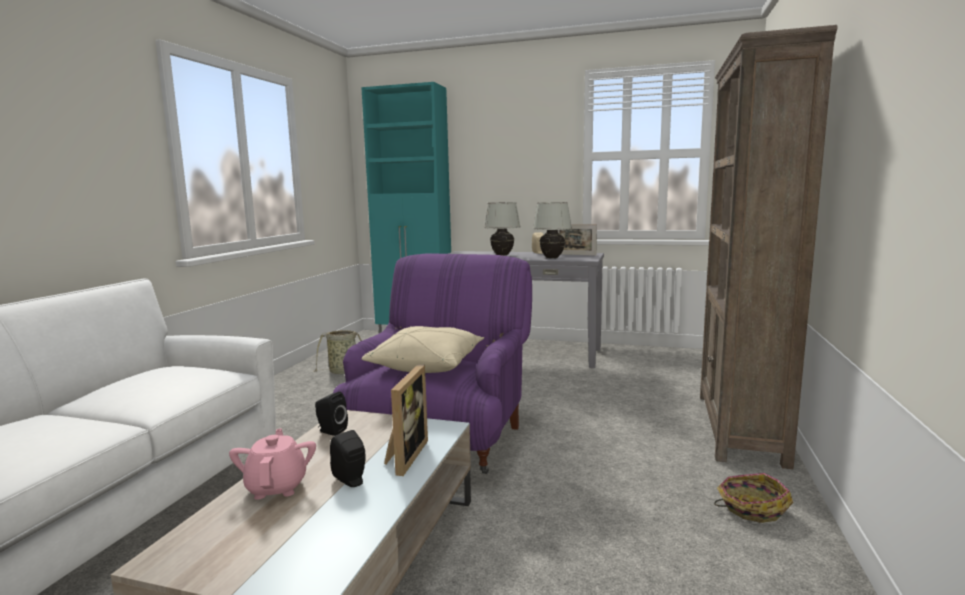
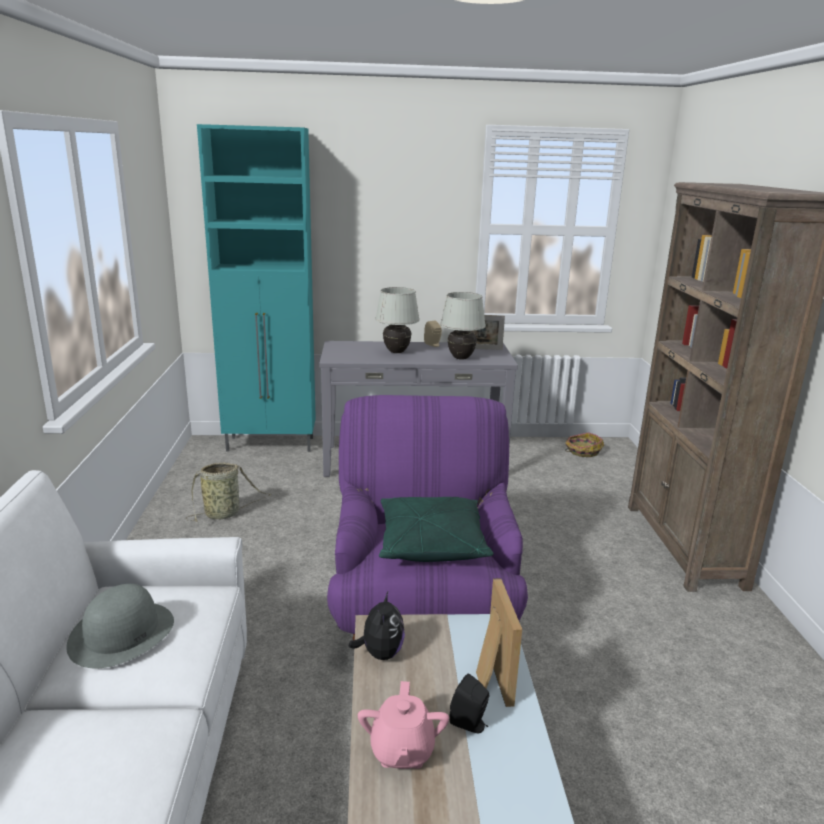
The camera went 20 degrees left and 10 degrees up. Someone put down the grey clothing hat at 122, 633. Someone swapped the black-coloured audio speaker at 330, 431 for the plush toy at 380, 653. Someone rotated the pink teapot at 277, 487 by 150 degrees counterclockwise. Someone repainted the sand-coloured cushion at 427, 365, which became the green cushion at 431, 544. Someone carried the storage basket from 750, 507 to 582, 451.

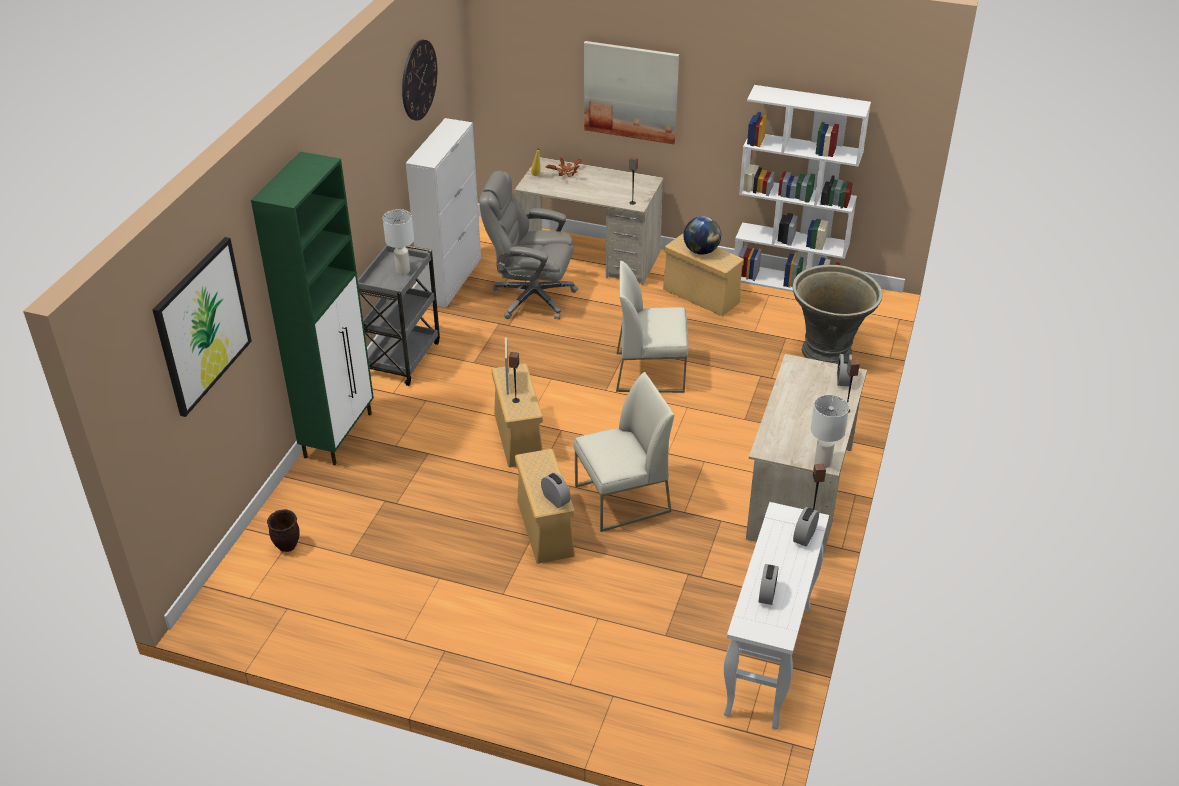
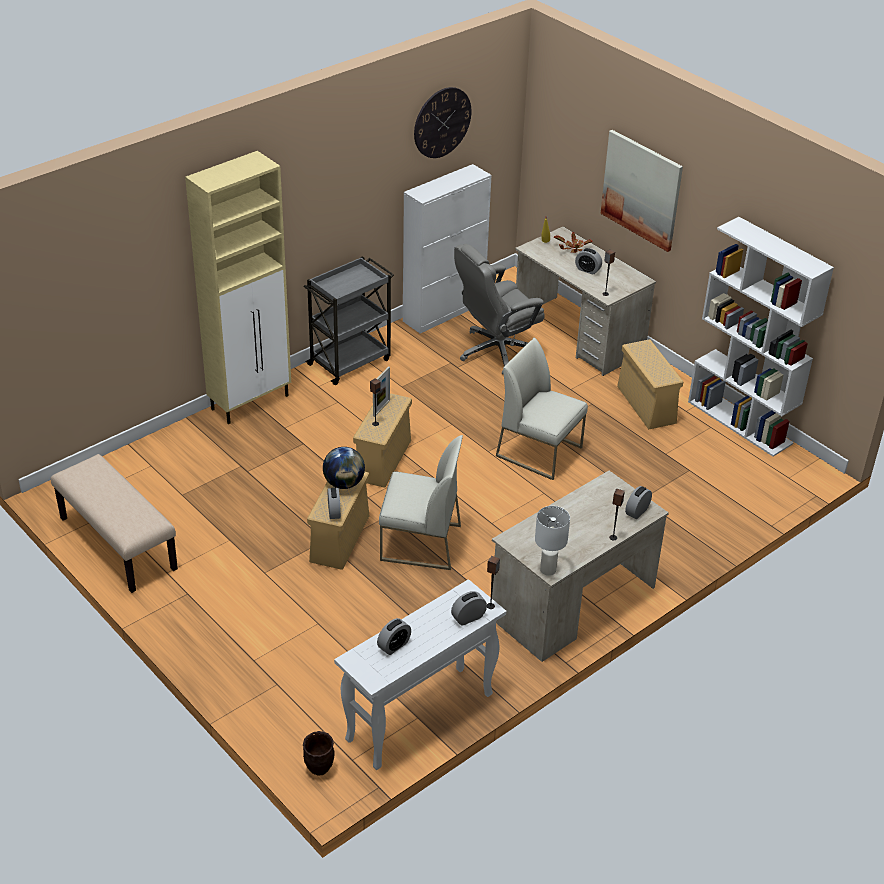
The camera went 30 degrees right and 0 degrees up. Someone put down the sand-coloured bench at 117, 544. Someone repainted the green storage cabinet at 339, 434, which became the sand-coloured storage cabinet at 251, 402. Someone carried the brownish plant pot from 286, 546 to 318, 768. Someone carried the desk globe from 701, 251 to 344, 483. Someone rotated the grey desk chair at 531, 297 by 75 degrees counterclockwise. Someone put down the bedside clock at 587, 270. Someone took away the wall art at 202, 325. Someone took away the white-coloured lamp for a table at 402, 270. Someone took away the grey plant pot at 828, 352.

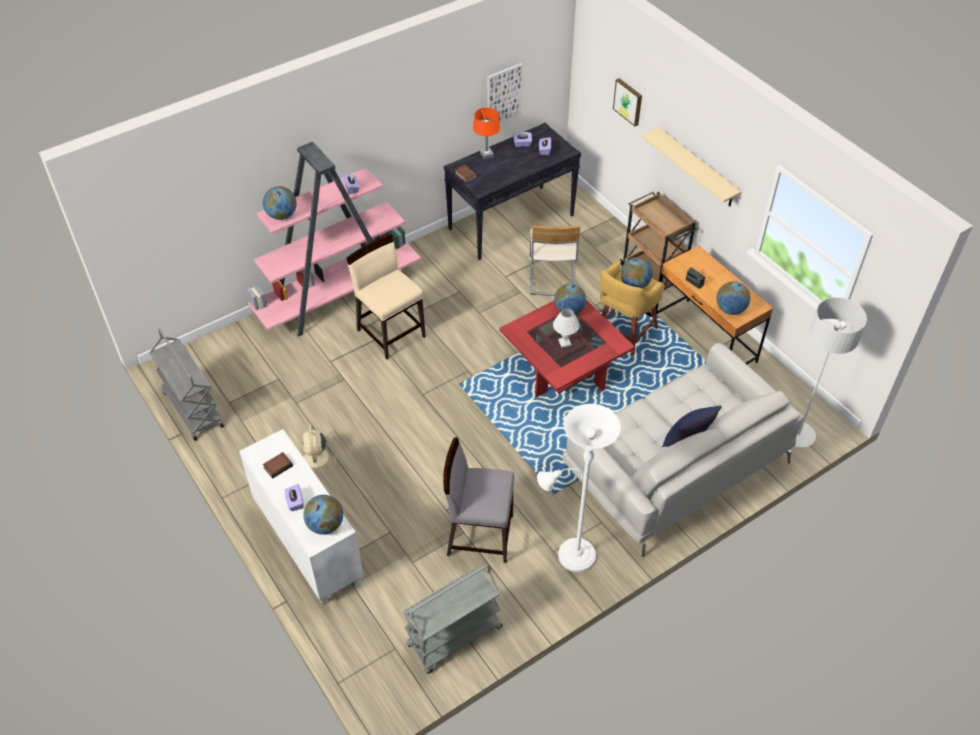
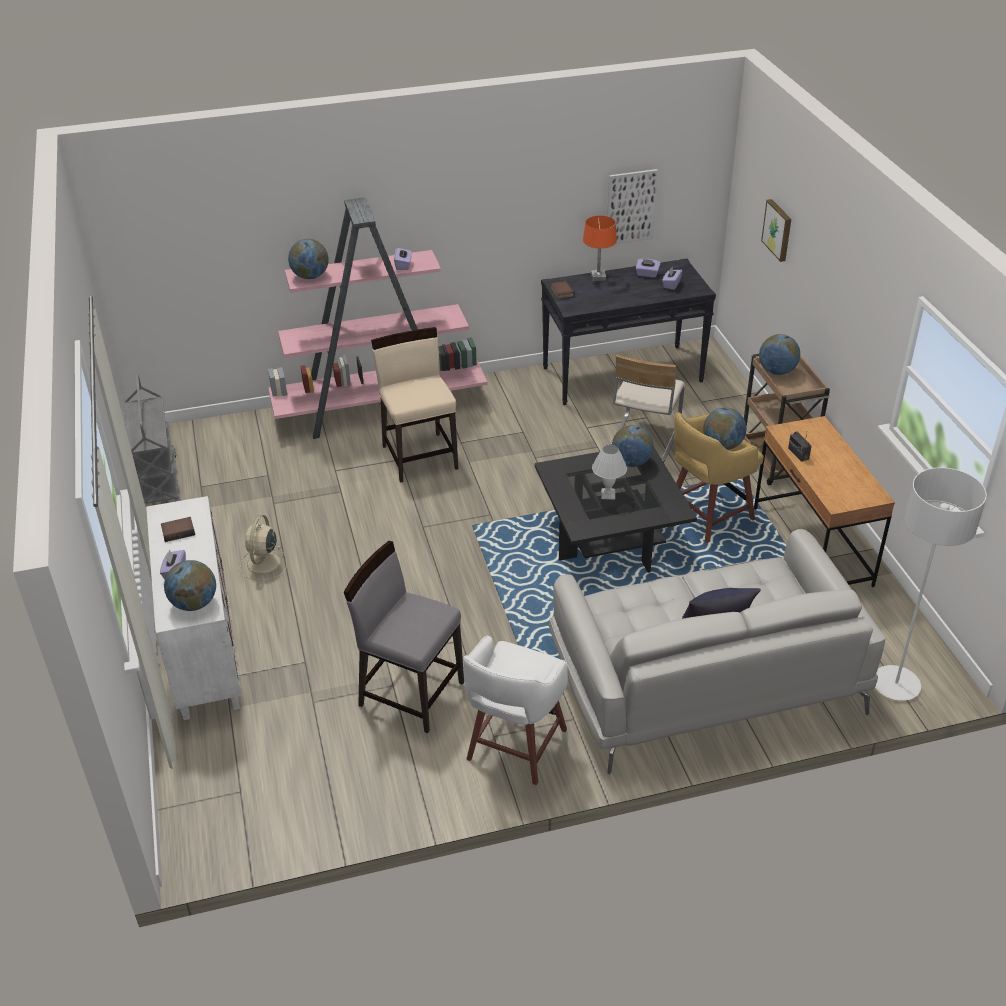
The camera went 20 degrees right and 10 degrees down. Someone swapped the white-coloured standing lamp at 571, 555 for the white-coloured stool seat at 515, 747. Someone repainted the red-coloured coffee table at 564, 368, which became the black-coloured coffee table at 610, 537. Someone carried the desk globe from 730, 309 to 777, 371. Someone took away the grey trolley at 454, 637. Someone took away the sand-coloured shelf at 697, 168.

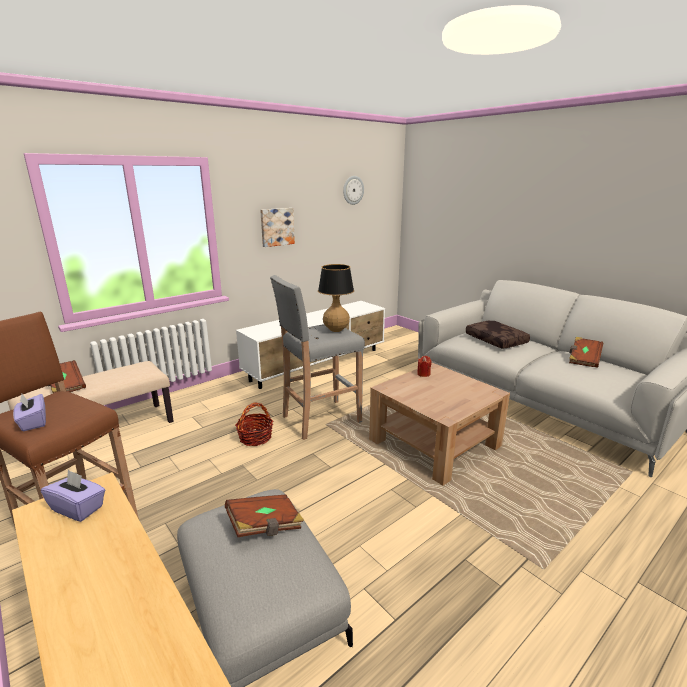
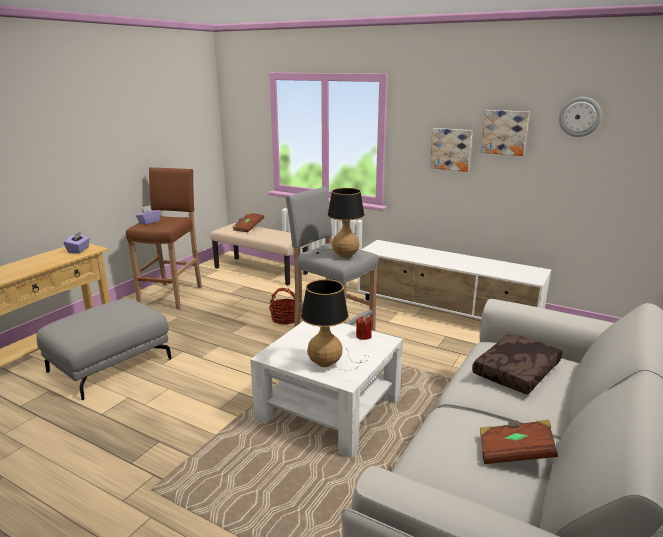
The camera went 70 degrees right and 0 degrees up. Someone repainted the brownish coffee table at 434, 443, which became the white-coloured coffee table at 329, 408. Someone put down the lamp for a table at 330, 362. Someone put up the wall art at 505, 132. Someone took away the brownish volume at 265, 526.

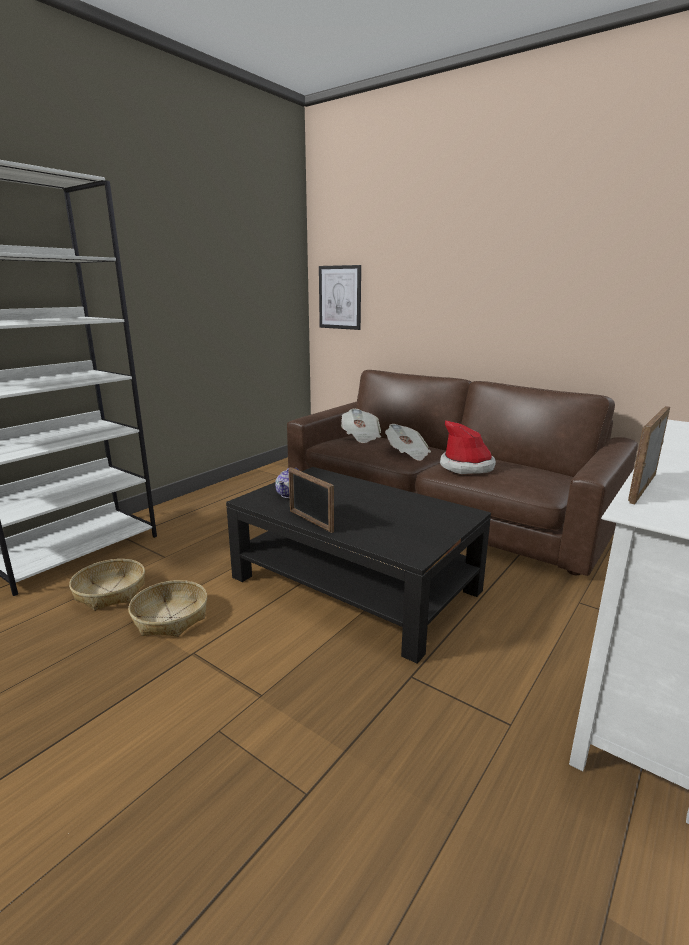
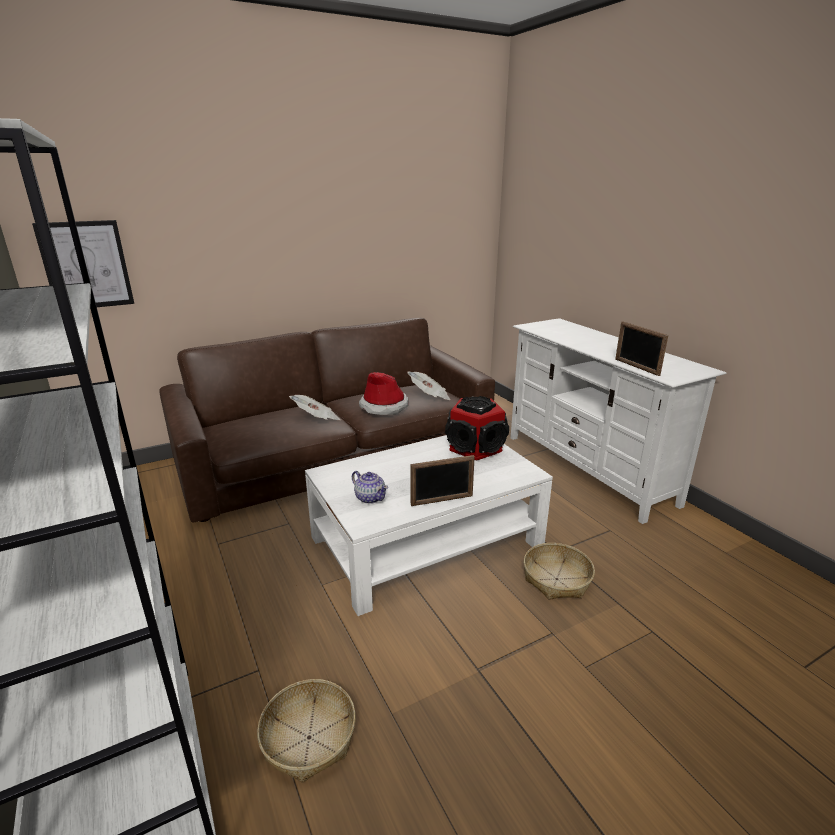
The camera went 65 degrees left and 5 degrees up. Someone repainted the black-coloured coffee table at 355, 584, which became the white-coloured coffee table at 427, 540. Someone carried the daily paper from 361, 437 to 429, 396. Someone put down the audio speaker at 476, 448. Someone carried the storage basket from 170, 617 to 556, 579.

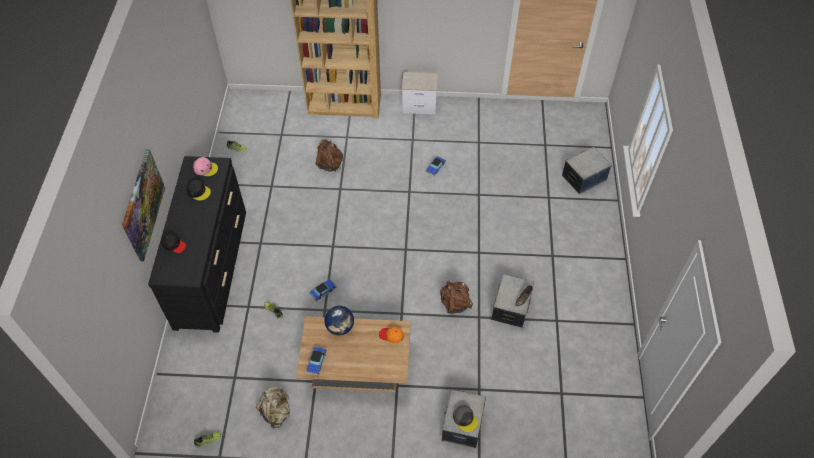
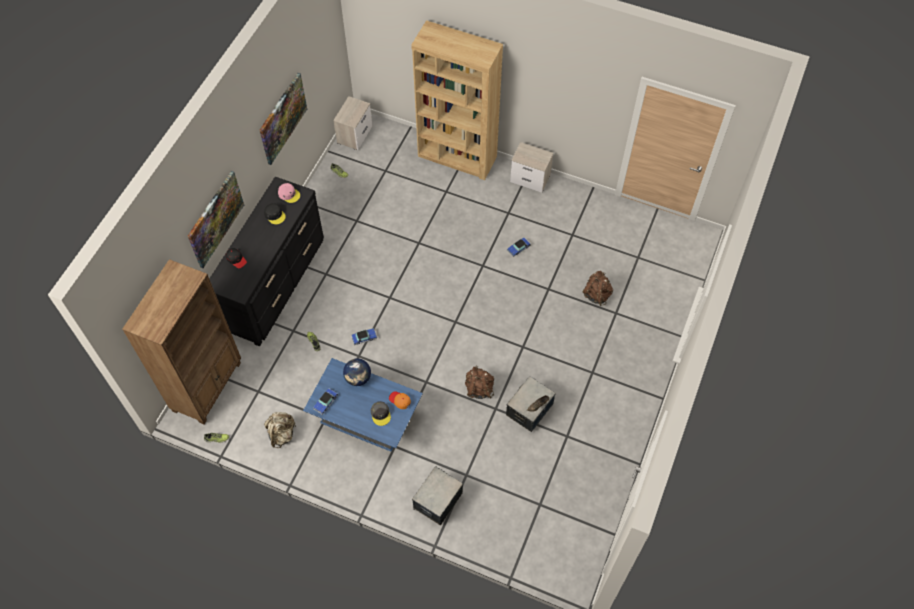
The camera went 20 degrees right and 5 degrees up. Someone put down the brownish shelving unit at 208, 386. Someone put up the wall art at 282, 118. Someone repainted the brownish coffee table at 357, 367, which became the blue coffee table at 367, 418. Someone put down the nightstand at 355, 134. Someone carried the grey peaked cap from 465, 419 to 381, 414. Someone carried the brownish rucksack from 330, 164 to 597, 294. Someone took away the storage bin at 584, 178.

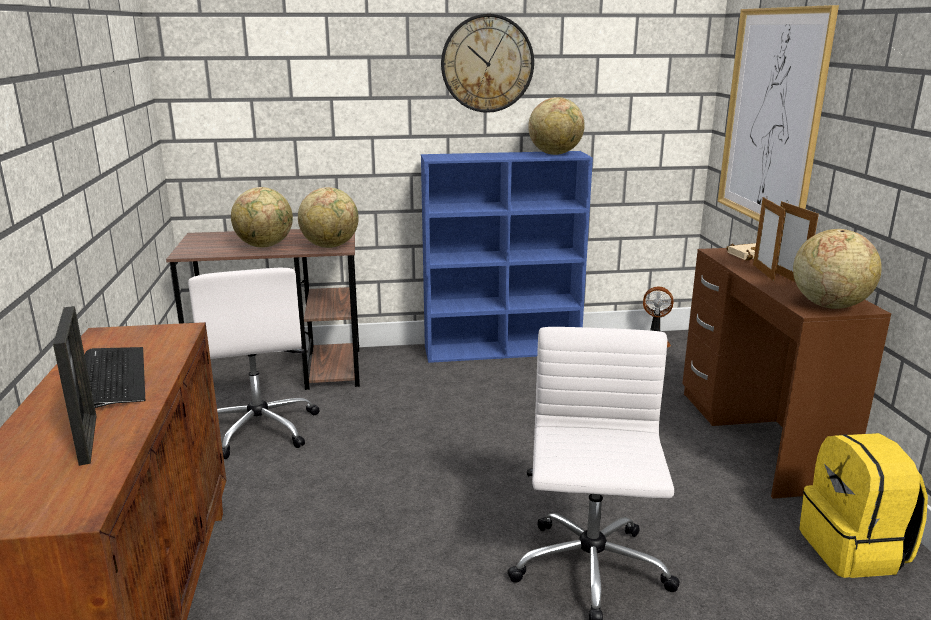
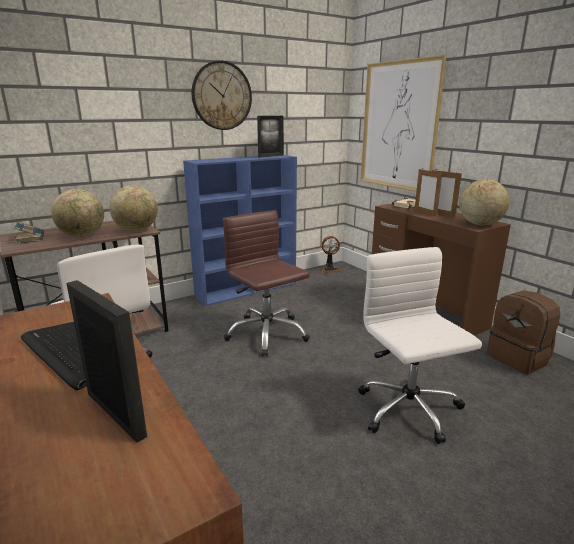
The camera went 25 degrees left and 0 degrees up. Someone put down the volume at 30, 238. Someone put down the brownish desk chair at 266, 334. Someone swapped the desk globe at 555, 154 for the standing frame at 271, 156. Someone repainted the yellow rucksack at 854, 550, which became the brownish rucksack at 519, 358.

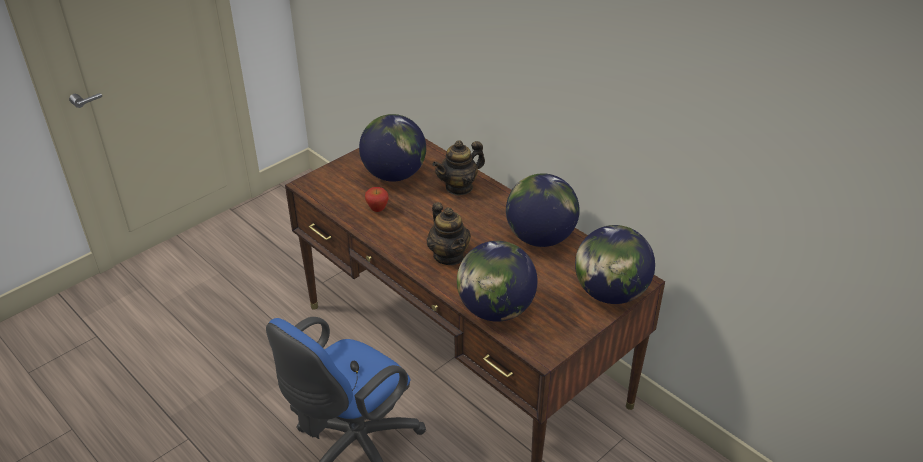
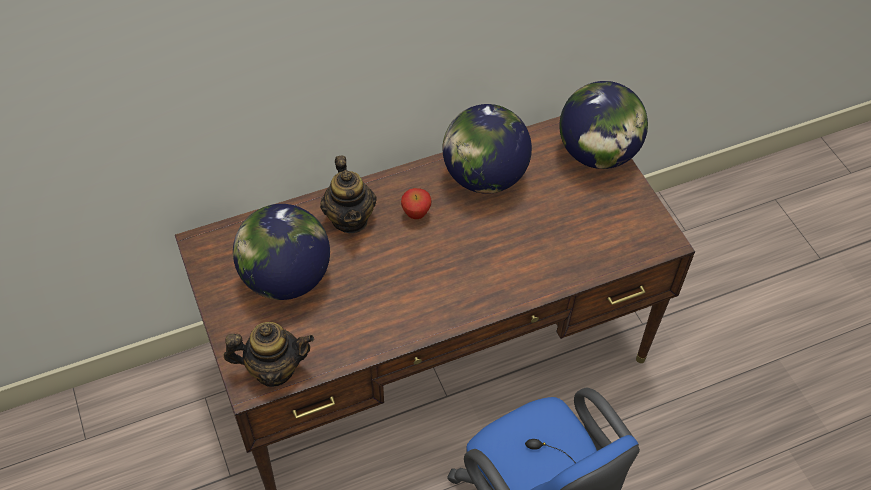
The camera went 70 degrees left and 15 degrees up. Someone carried the teapot from 449, 256 to 274, 369. Someone carried the apple from 377, 210 to 416, 215. Someone took away the desk globe at 496, 310.

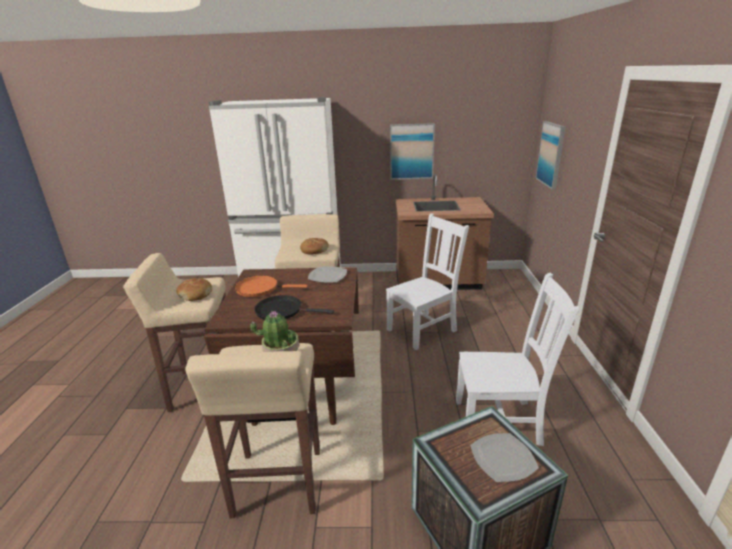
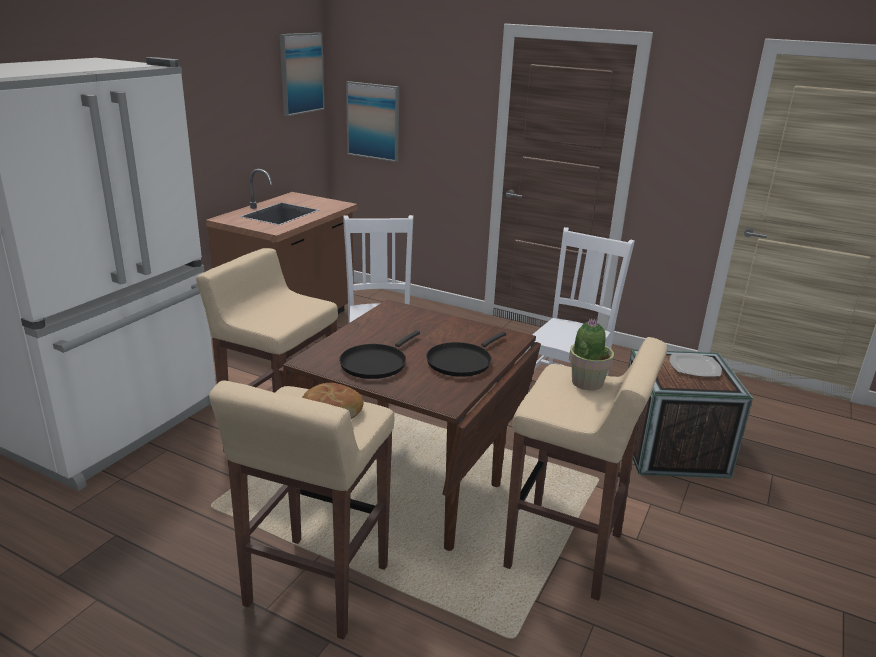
The camera went 65 degrees left and 0 degrees up. Someone carried the wall art from 411, 151 to 301, 73. Someone repainted the orangey skillet at 260, 288, which became the black-coloured skillet at 375, 363. Someone took away the bread at 314, 250. Someone took away the dinner plate at 327, 276.

